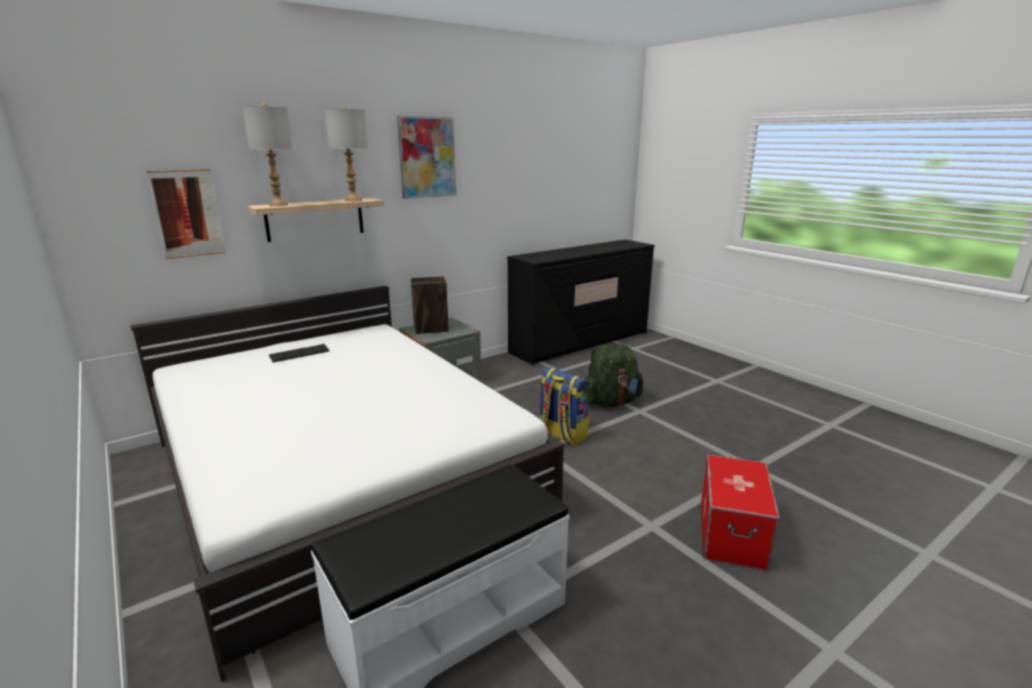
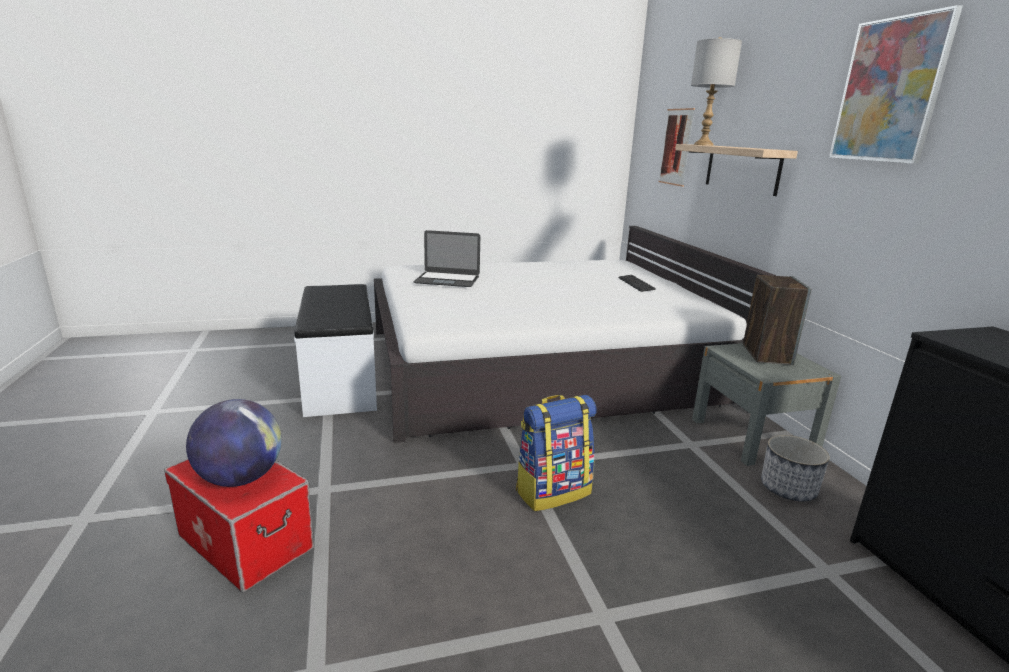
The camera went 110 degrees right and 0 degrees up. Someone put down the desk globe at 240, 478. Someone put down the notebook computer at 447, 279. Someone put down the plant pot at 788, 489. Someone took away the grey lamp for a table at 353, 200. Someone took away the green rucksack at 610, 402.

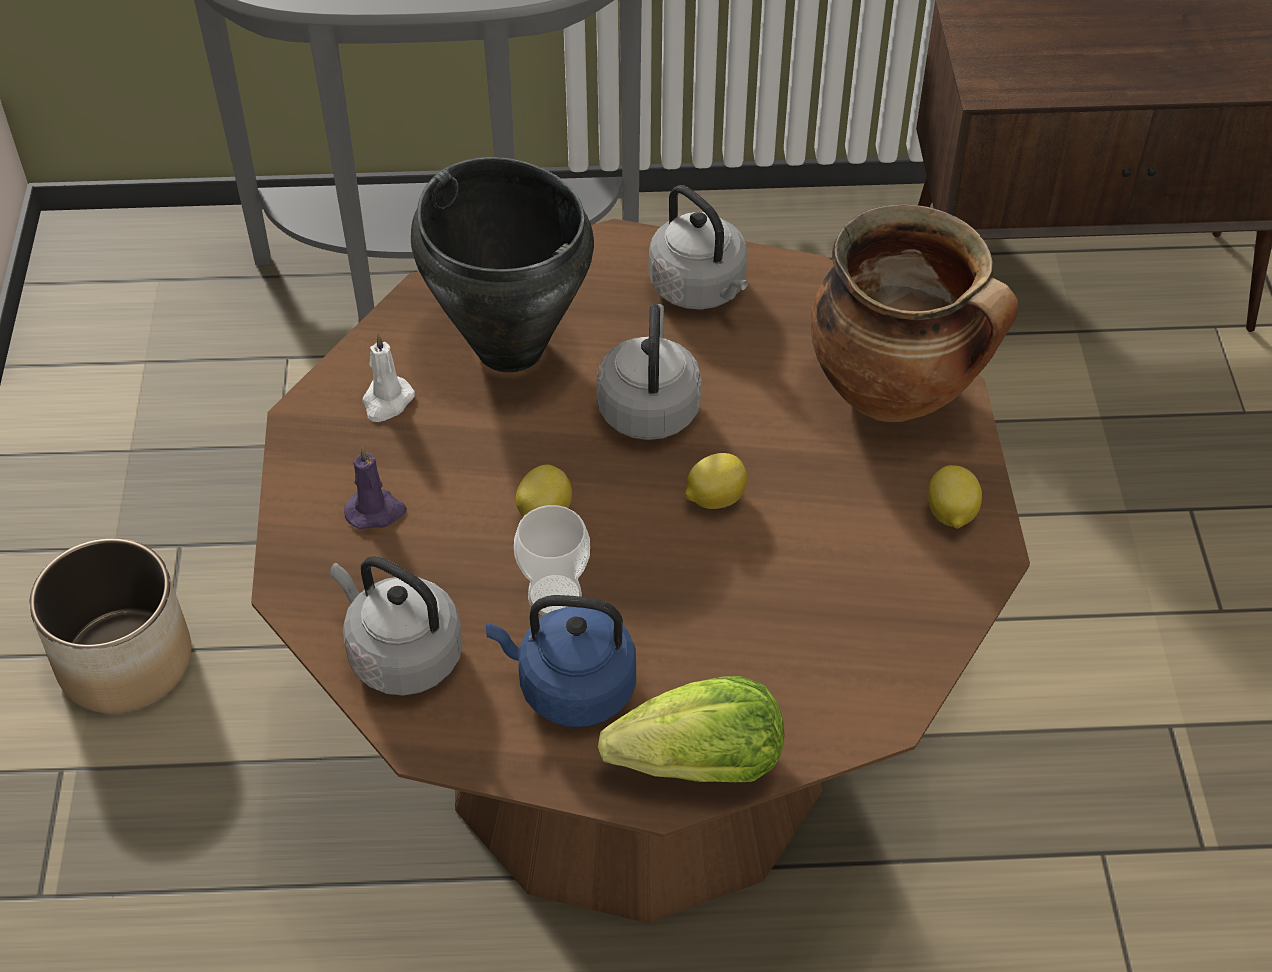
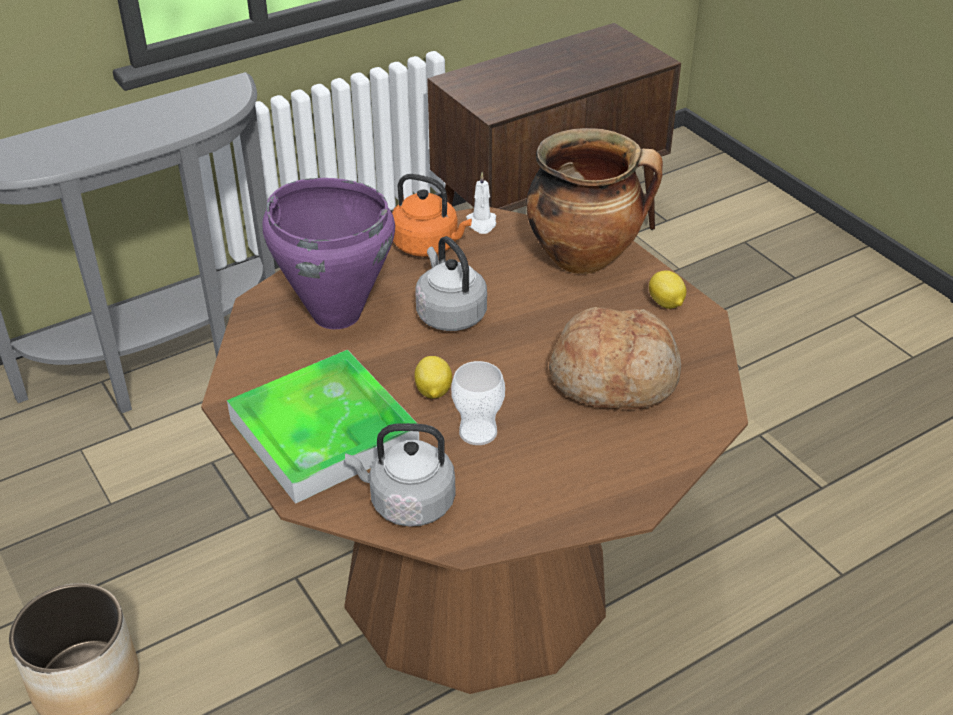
The camera went 30 degrees left and 10 degrees down. Someone swapped the purplish wax candle at 376, 511 for the tray at 324, 432. Someone repainted the black-coloured saucepot at 510, 346, which became the purplish saucepot at 336, 314. Someone repainted the grey tea kettle at 701, 289, which became the orangey tea kettle at 429, 245. Someone carried the white-coloured wax candle from 387, 402 to 482, 223. Someone put down the bread at 615, 376. Someone took away the blue tea kettle at 570, 687. Someone took away the lettuce at 701, 765. Someone took away the whole lemon at 714, 498.

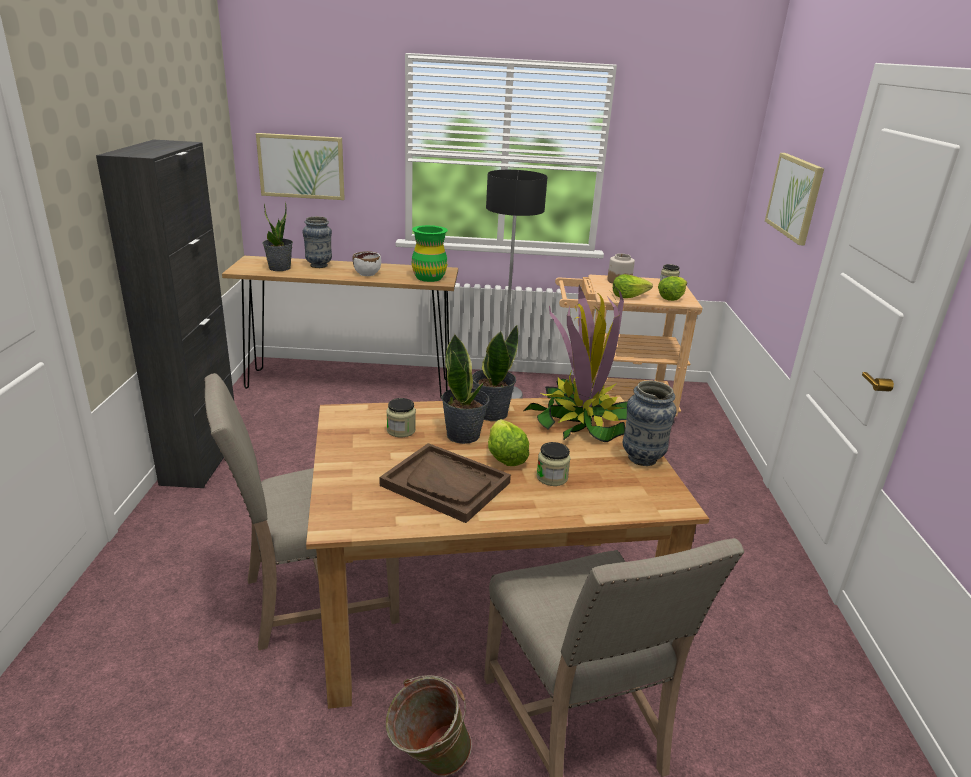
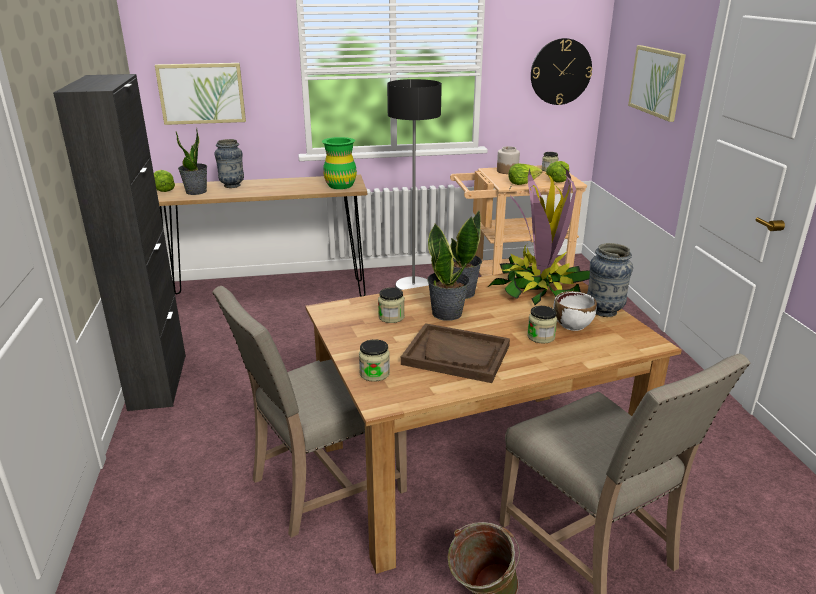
The camera went 10 degrees left and 0 degrees up. Someone carried the lettuce from 505, 456 to 163, 189. Someone put down the storage jar at 374, 373. Someone put up the clock on the wall at 560, 72. Someone carried the white-coloured serving bowl from 367, 273 to 573, 325.

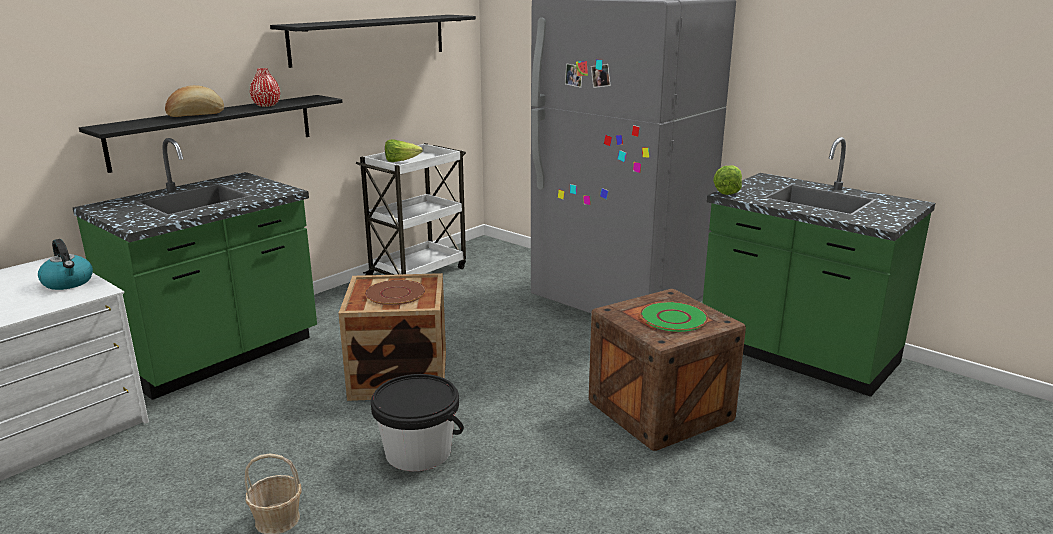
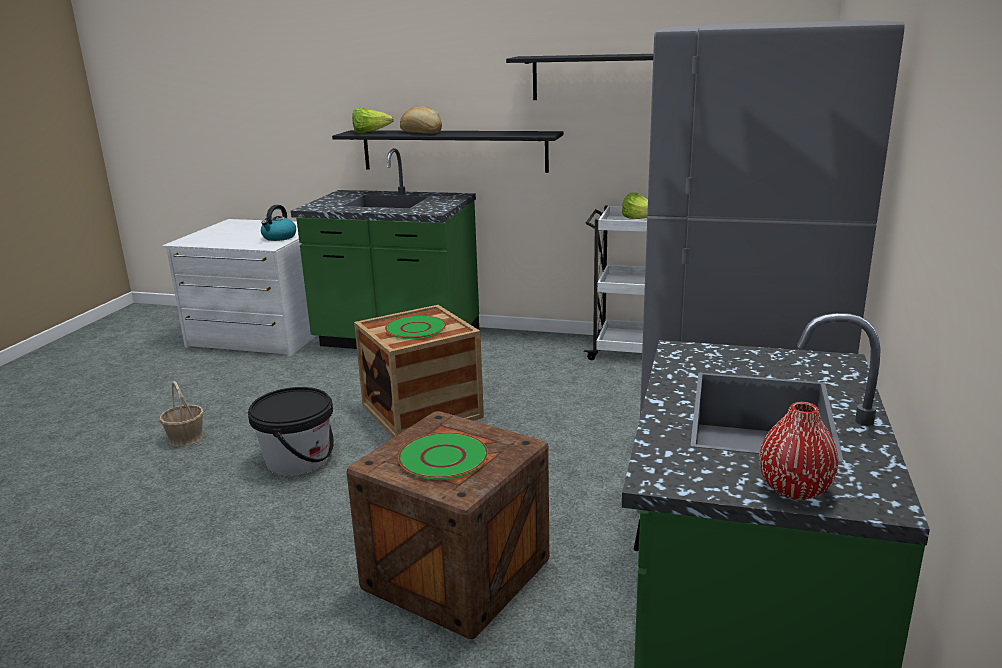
The camera went 65 degrees right and 0 degrees up. Someone carried the lettuce from 727, 191 to 370, 132. Someone repainted the brownish dinner plate at 395, 294, which became the green dinner plate at 415, 328. Someone carried the red-coloured vase from 266, 105 to 794, 489.

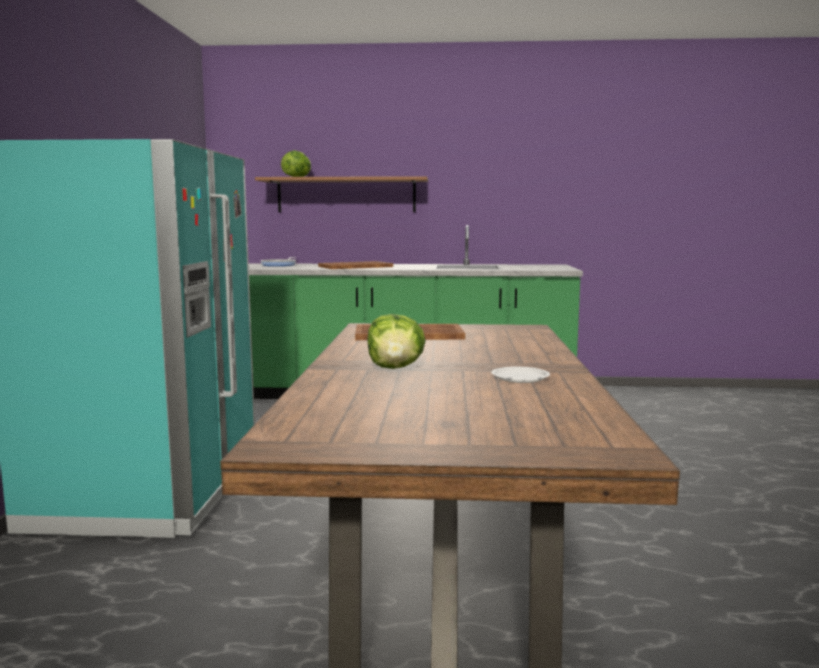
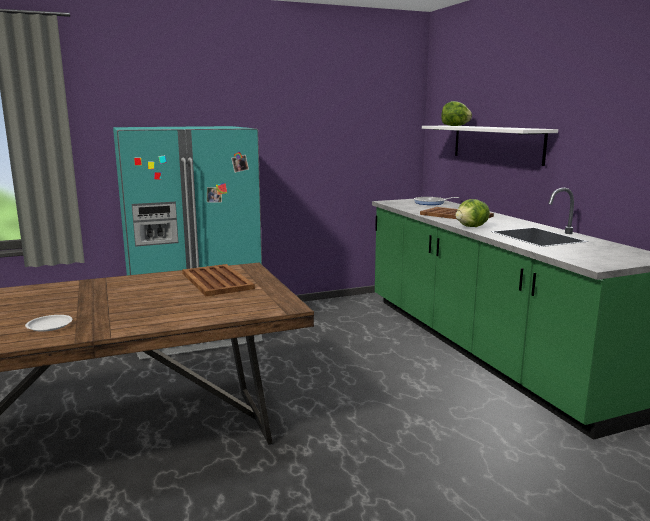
The camera went 65 degrees right and 5 degrees up. Someone repainted the brownish shelf at 346, 195, which became the white-coloured shelf at 496, 143. Someone carried the lettuce from 395, 368 to 472, 227.

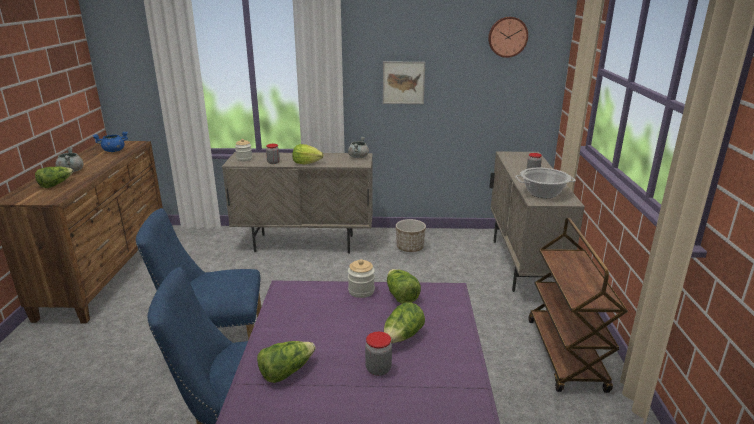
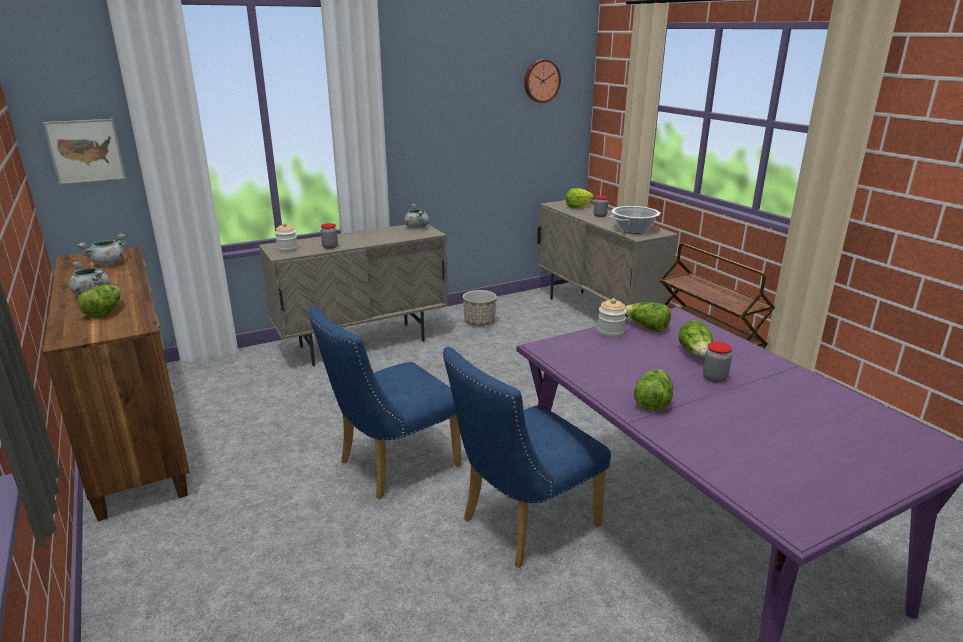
The camera went 30 degrees left and 0 degrees up. Someone carried the wall art from 403, 82 to 86, 151. Someone repainted the blue saucepot at 113, 151, which became the grey saucepot at 108, 264. Someone carried the lettuce from 306, 163 to 578, 207.

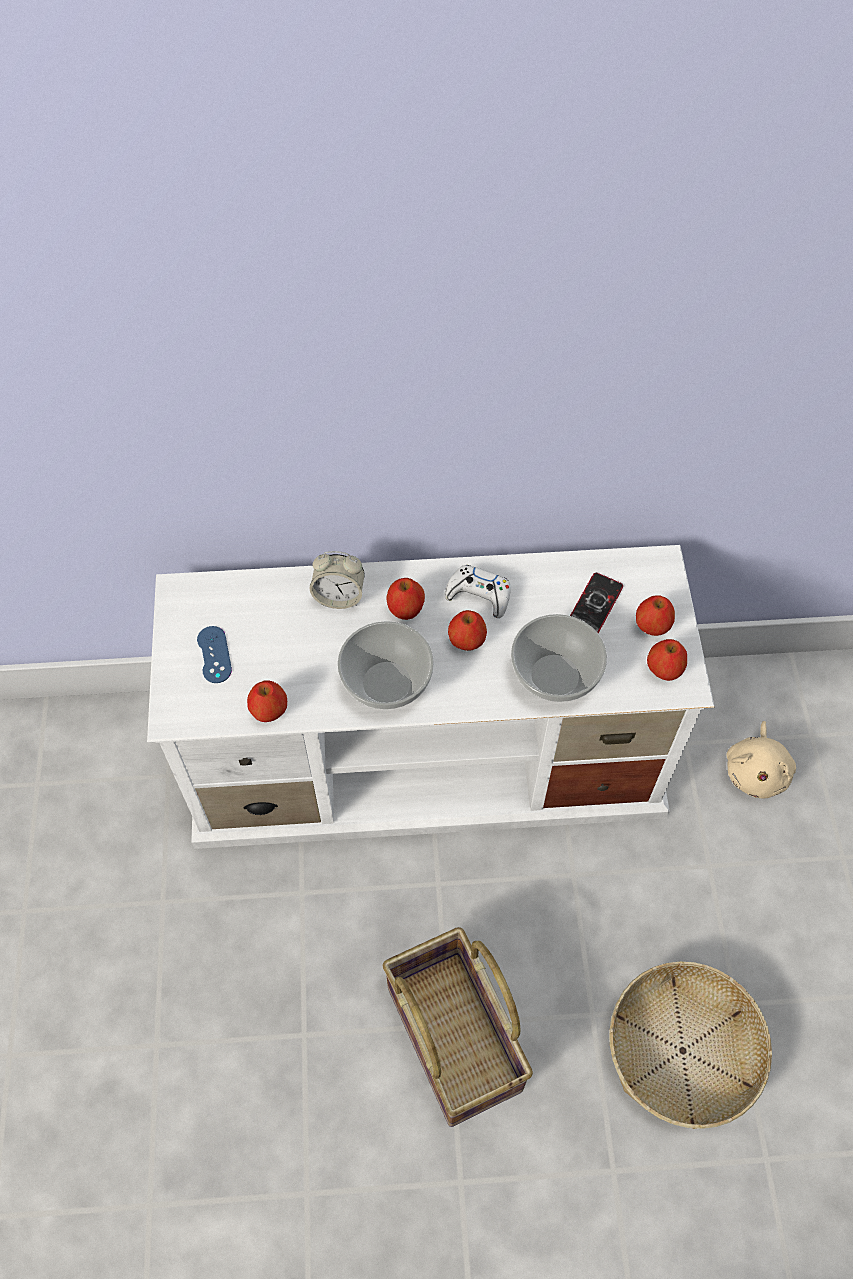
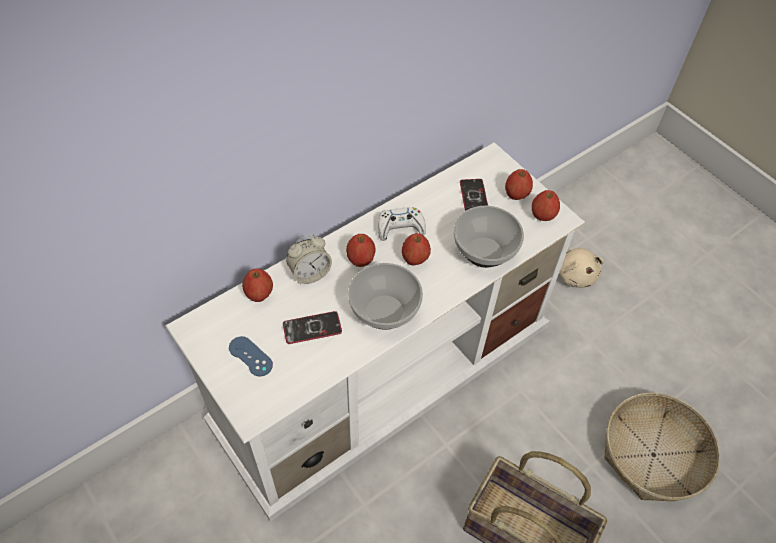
The camera went 35 degrees left and 5 degrees down. Someone carried the apple from 269, 712 to 259, 295. Someone put down the phone at 312, 328.

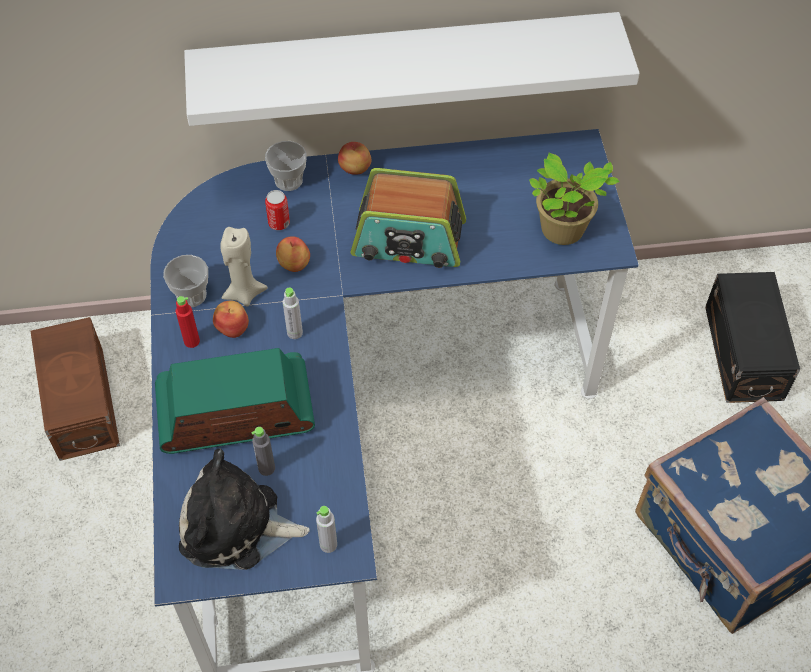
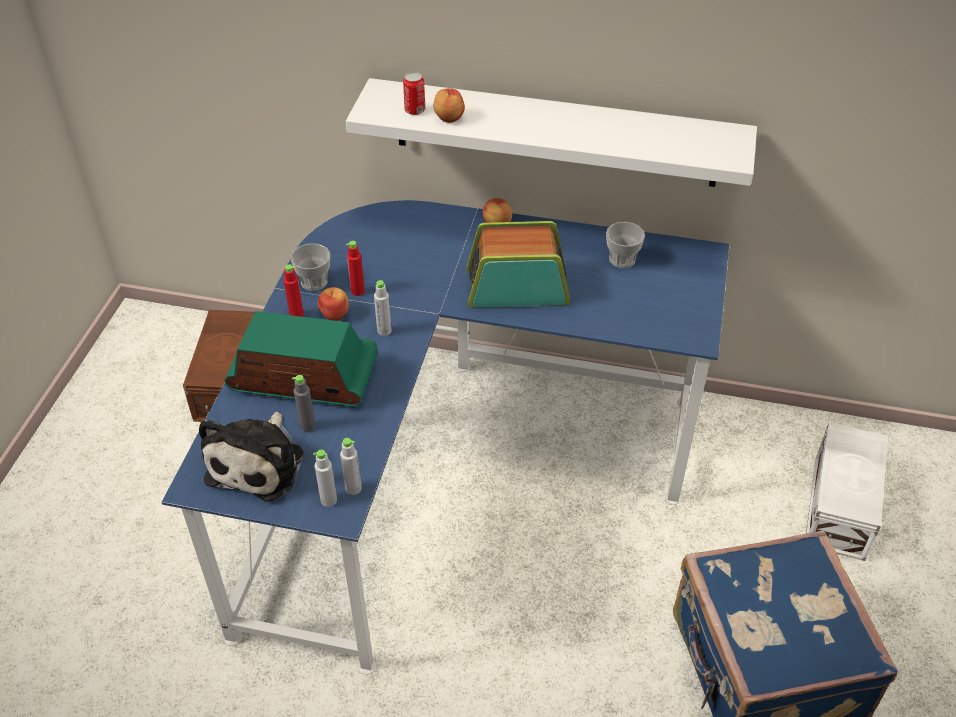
The camera went 20 degrees right and 10 degrees down. Someone rotated the plush toy at 236, 527 by 105 degrees counterclockwise. Someone put down the grey drink bottle at 353, 488. Someone swapped the sand-coloured wax candle at 244, 293 for the red-coloured drink bottle at 357, 291. Someone carried the can from 279, 223 to 415, 110. Someone carried the apple from 293, 264 to 448, 118. Someone rotated the radio set at 408, 240 by 150 degrees clockwise. Someone carried the small cup from 288, 180 to 622, 260. Someone repainted the black-coloured storage bin at 745, 351, which became the white-coloured storage bin at 841, 506. Someone took away the plant in a pot at 562, 232.

